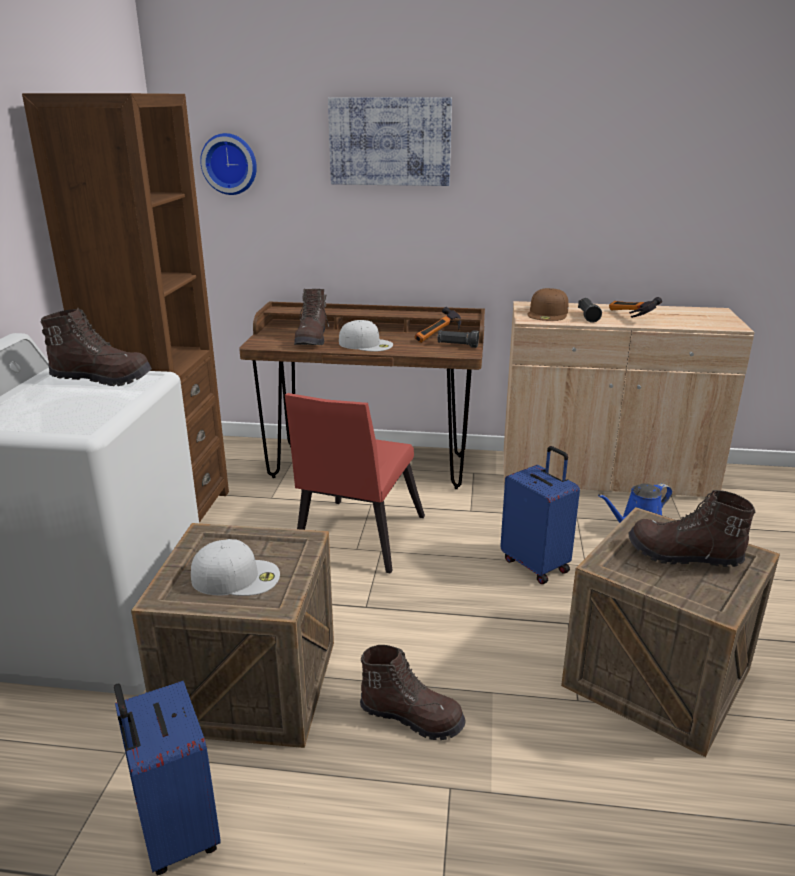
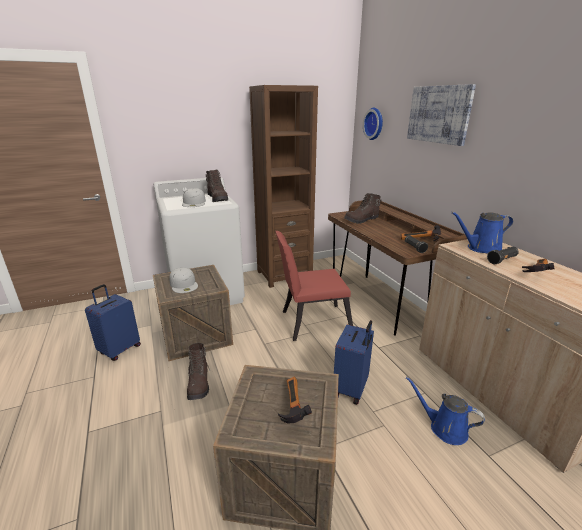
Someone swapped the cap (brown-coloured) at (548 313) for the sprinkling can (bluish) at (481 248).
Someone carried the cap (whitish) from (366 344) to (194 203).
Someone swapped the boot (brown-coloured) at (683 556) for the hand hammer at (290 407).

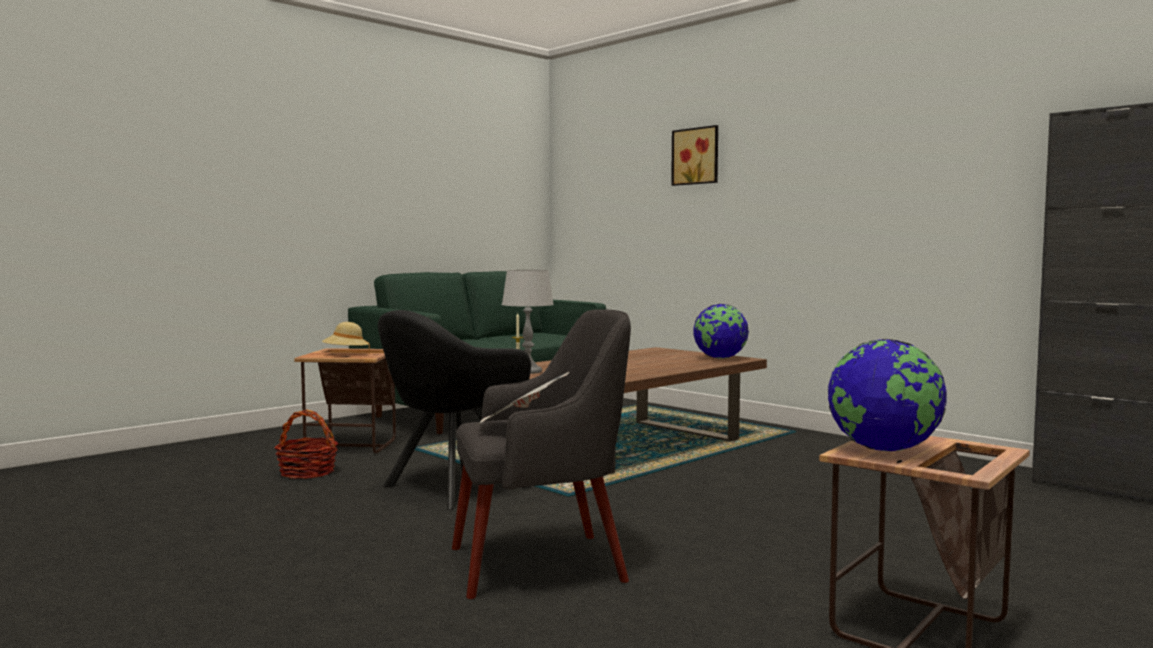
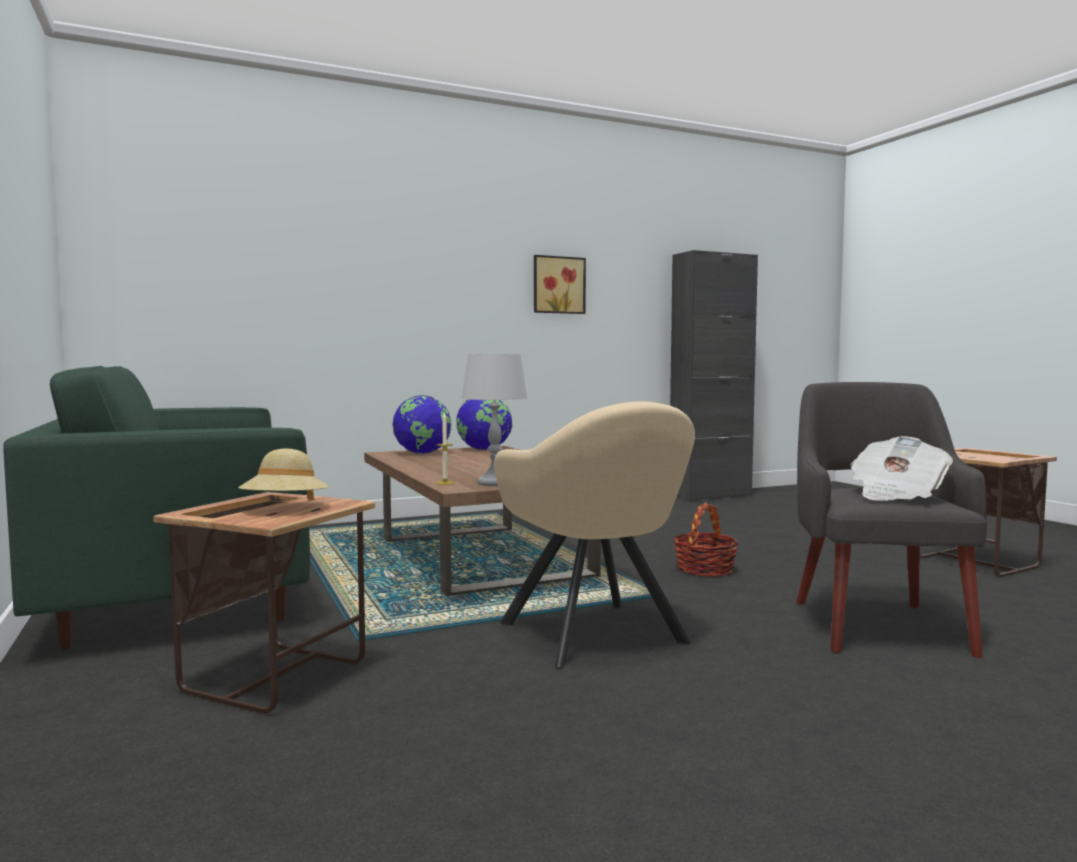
Someone carried the wall art from (696 156) to (558 285).
Someone repainted the armchair (black-coloured) at (450 488), which became the armchair (beige-coloured) at (597 636).
Someone carried the globe from (884 450) to (422 453).
Someone carried the household basket from (307 472) to (705 569).

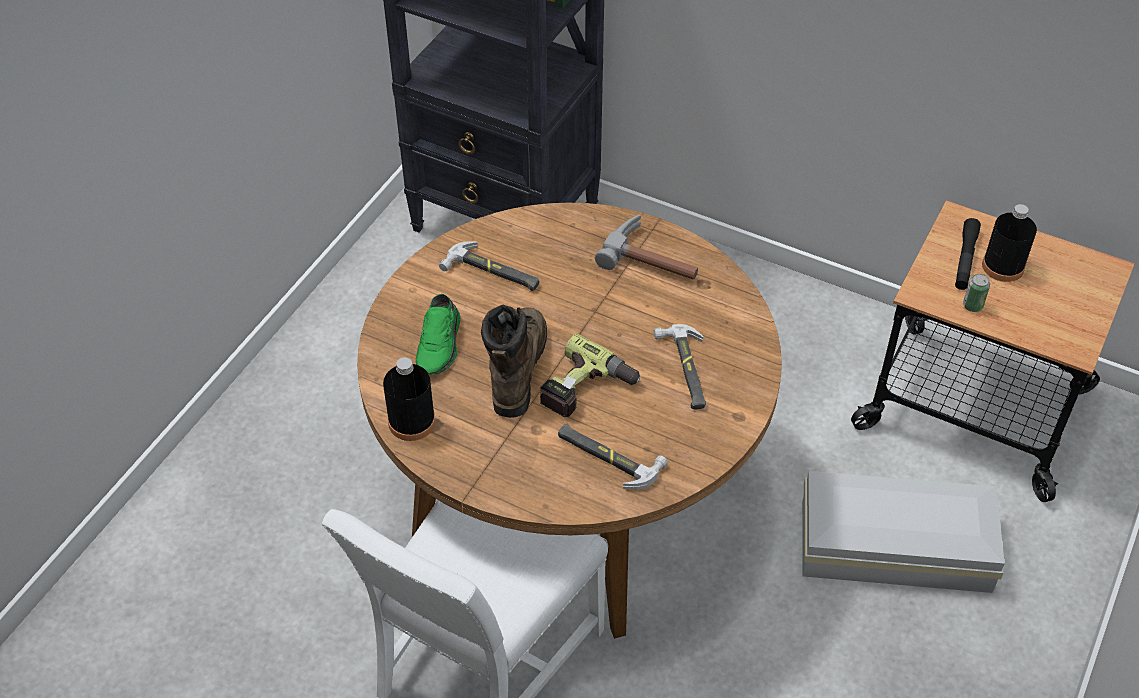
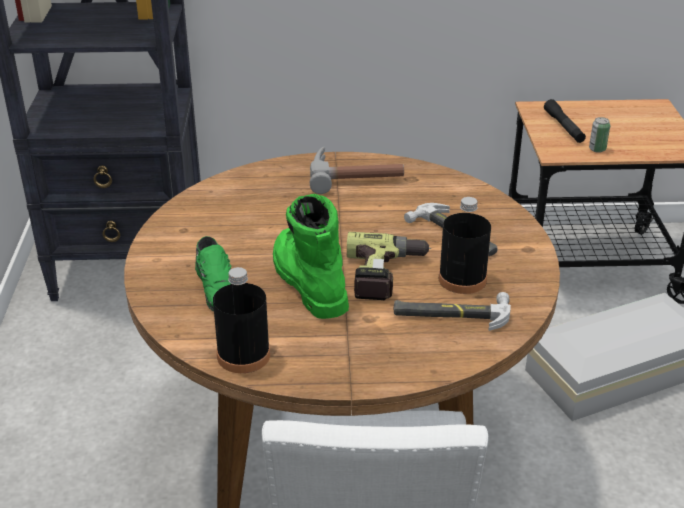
Someone carried the bottle (black-coloured) from (1003 266) to (462 279).
Someone took away the hand hammer at (492 272).
Someone repainted the boot (brown-coloured) at (516 368), which became the boot (green-coloured) at (308 281).

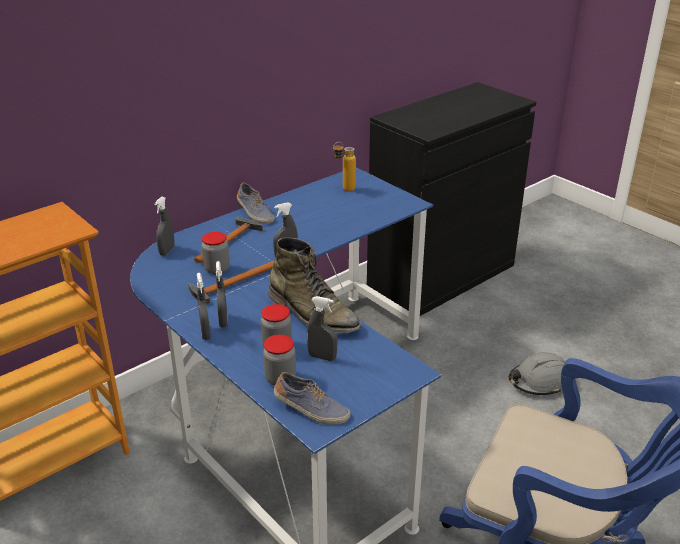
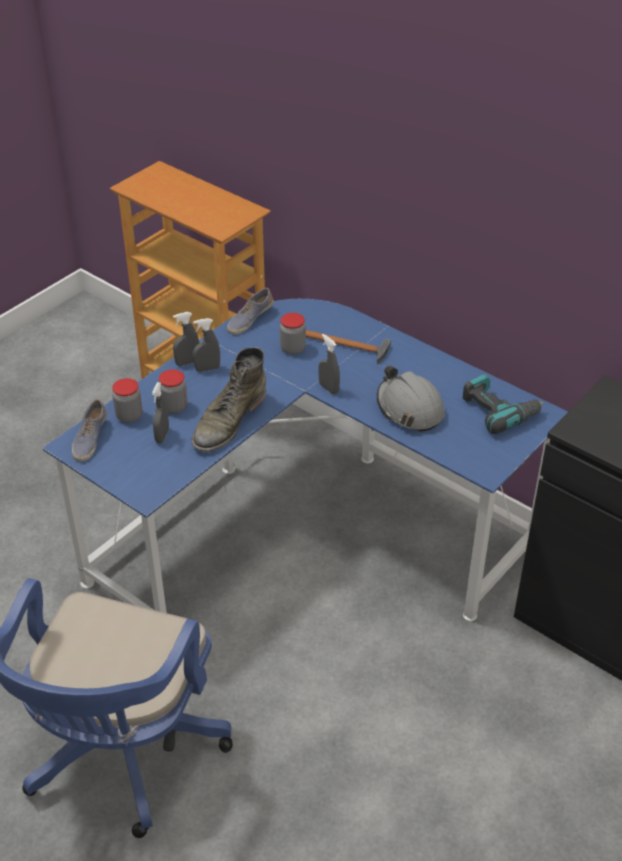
Someone swapped the bottle at (344 189) for the drill at (499 410).
Someone carried the shoe from (254 213) to (249 319).
Someone took away the spray bottle (gray) at (167 251).
Someone took away the hand hammer at (231 283).
Someone carried the safety helmet (gray) from (538 382) to (409 408).

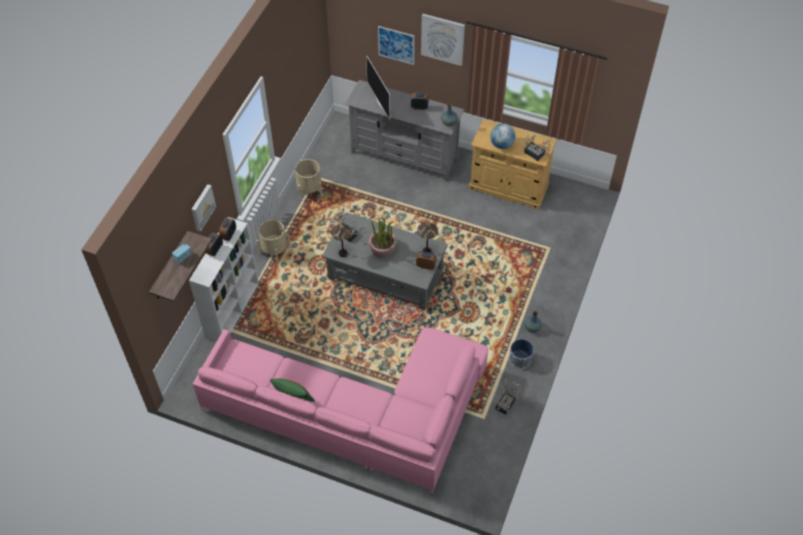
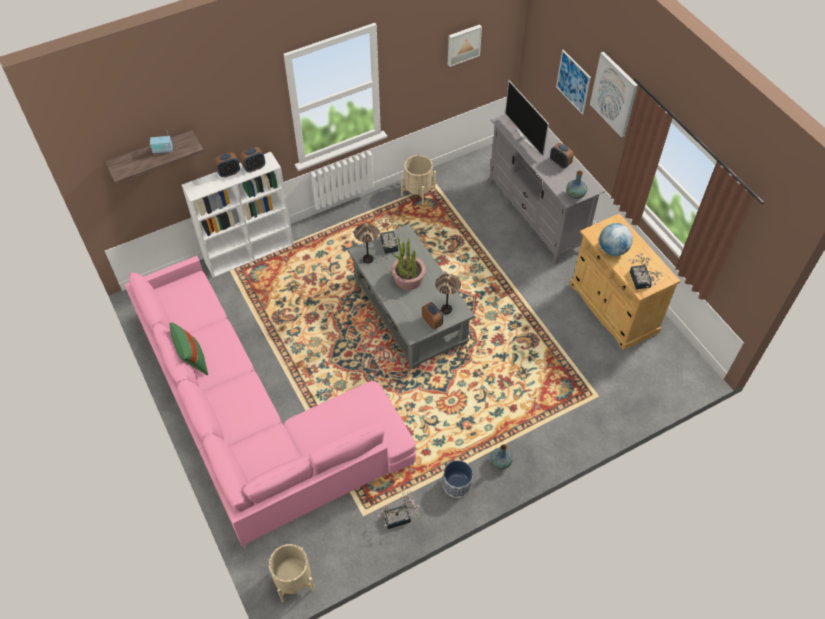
Someone rotated the TV at (381 103) by 45 degrees counterclockwise.
Someone carried the wall art from (202 207) to (463 44).
Someone carried the flower pot (beige-coloured) from (274 251) to (293 580).

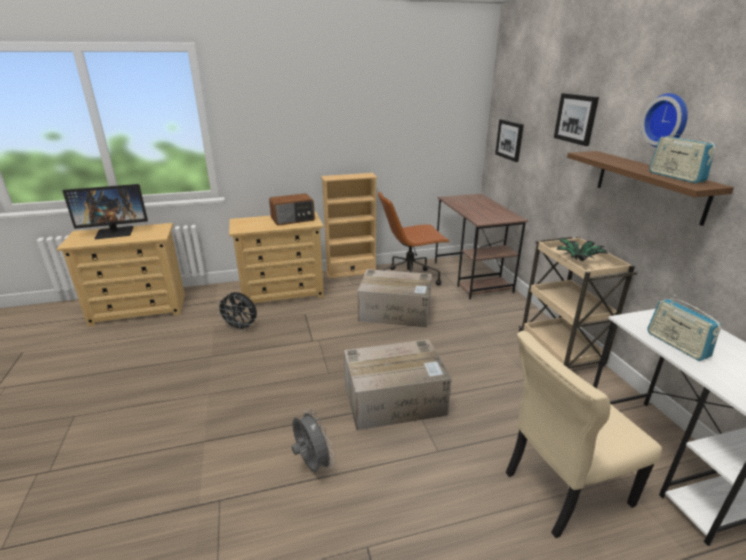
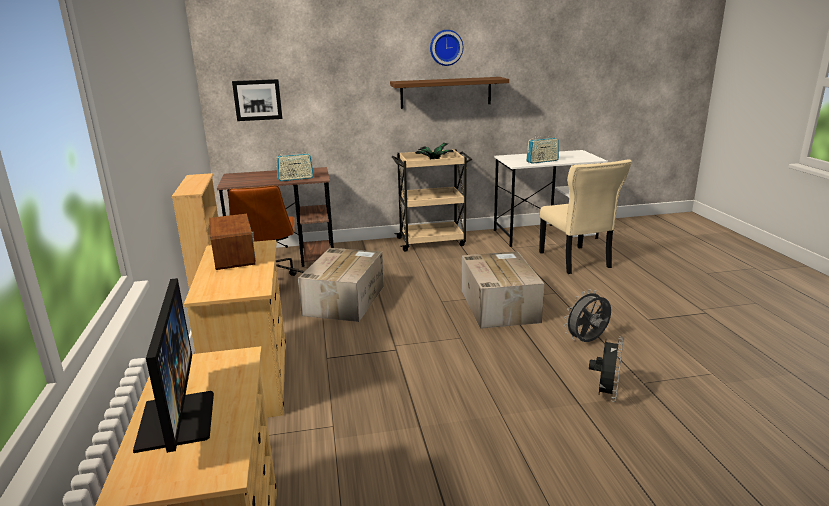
Someone took away the wall art at (576 118).
Someone carried the radio from (675 177) to (295 178).
Someone carried the cooling fan (black-coloured) from (241 328) to (605 394).

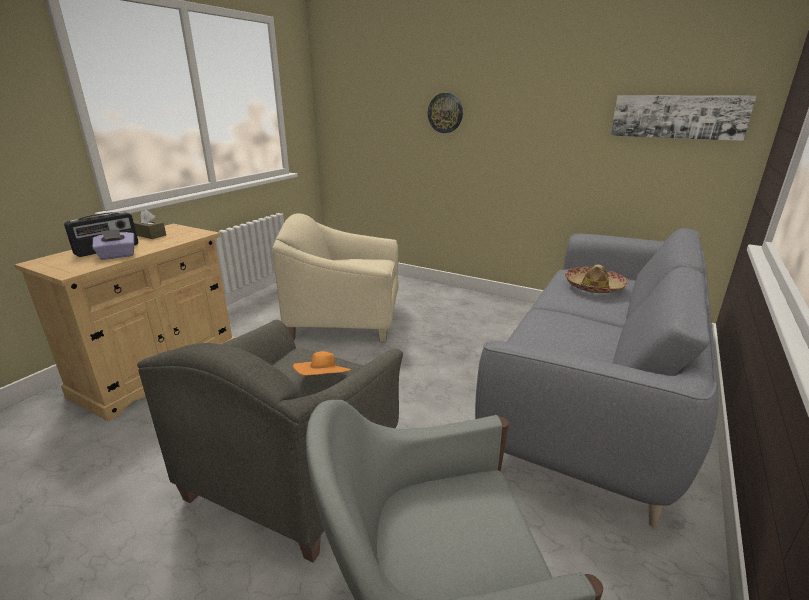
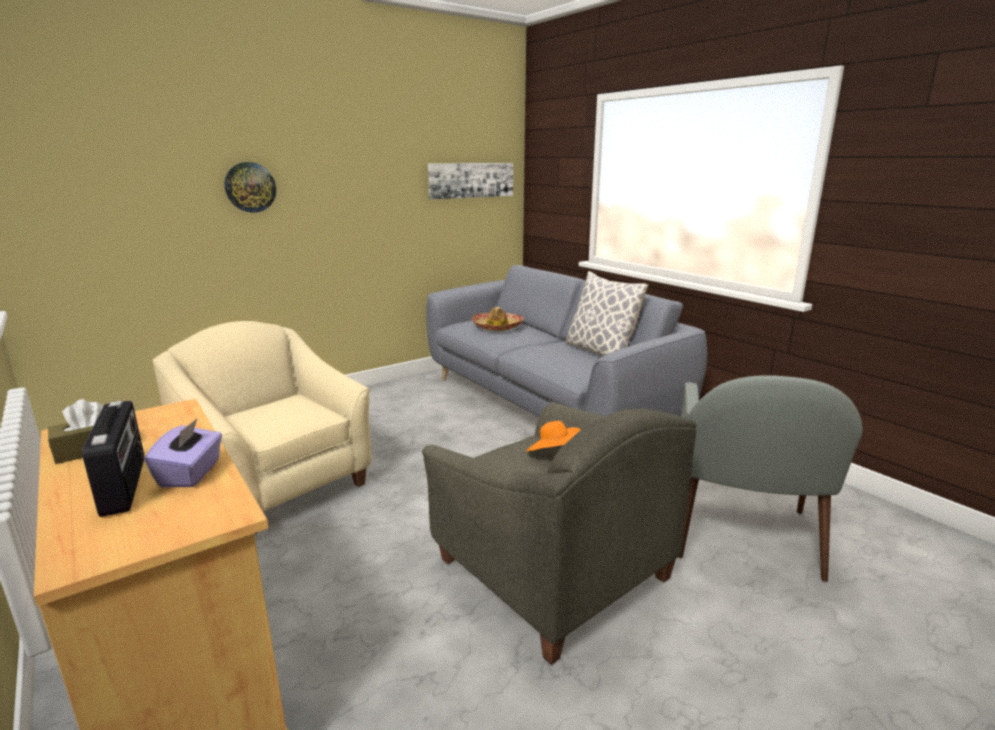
Someone rotated the armchair (beige-coloured) at (345 320) by 105 degrees clockwise.
Someone put down the cushion at (600 352).

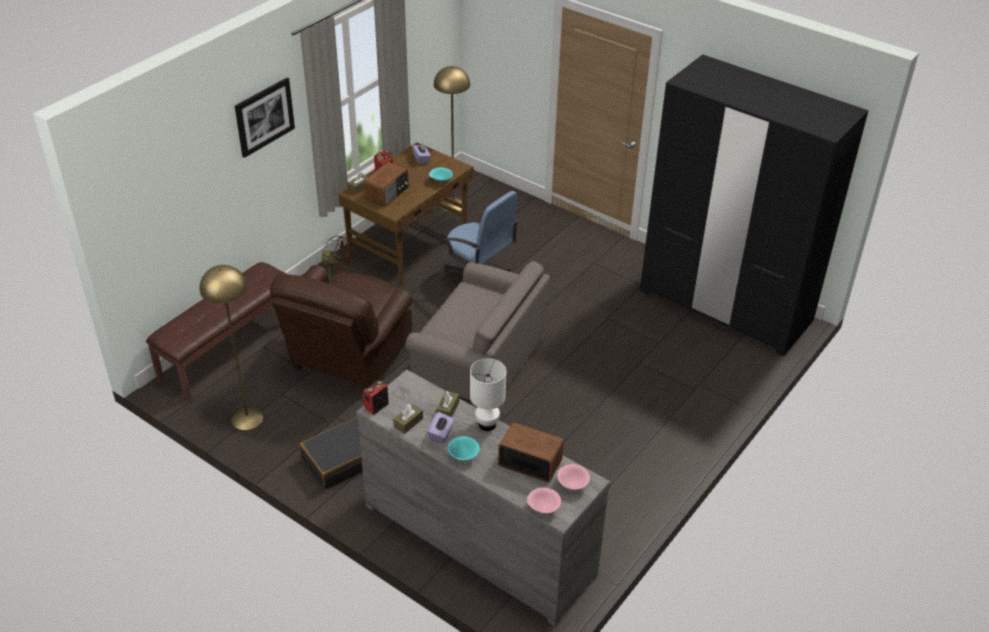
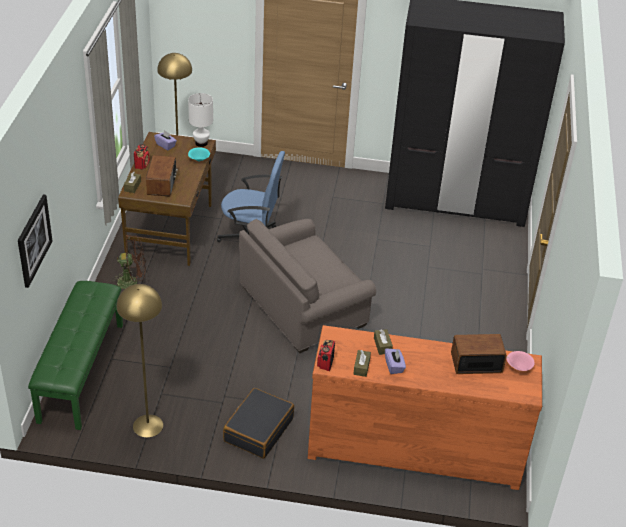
Someone carried the wall art from (264 116) to (33 240).
Someone rotated the armchair (gray) at (479 359) by 150 degrees clockwise.
Someone repainted the long seat (brown-coloured) at (229 349), which became the long seat (green-coloured) at (80 371).
Someone took away the armchair (brown-coloured) at (348 358).
Someone carried the table lamp (whitish) from (487 424) to (201 143).
Someone repainted the drawer chest (gray) at (479 538), which became the drawer chest (orange-coloured) at (414 448).
Someone took away the bowl (blue-green) at (462 455).
Someone took away the bowl (pinkish) at (542 508).

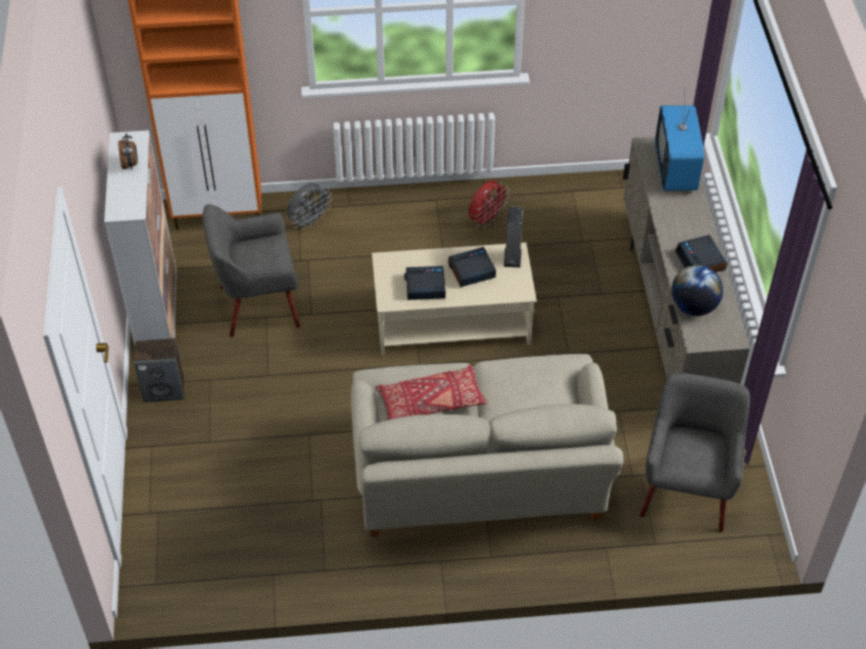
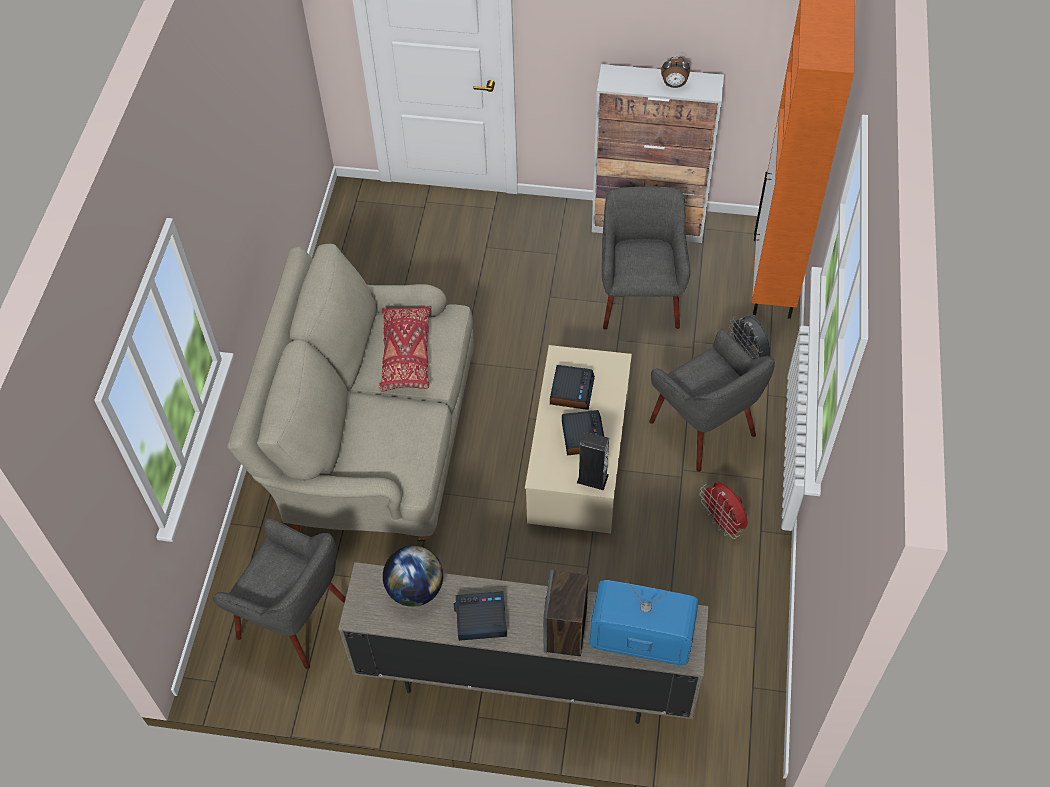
Someone carried the speaker from (164 389) to (565 631).
Someone put down the armchair (gray) at (704 428).

